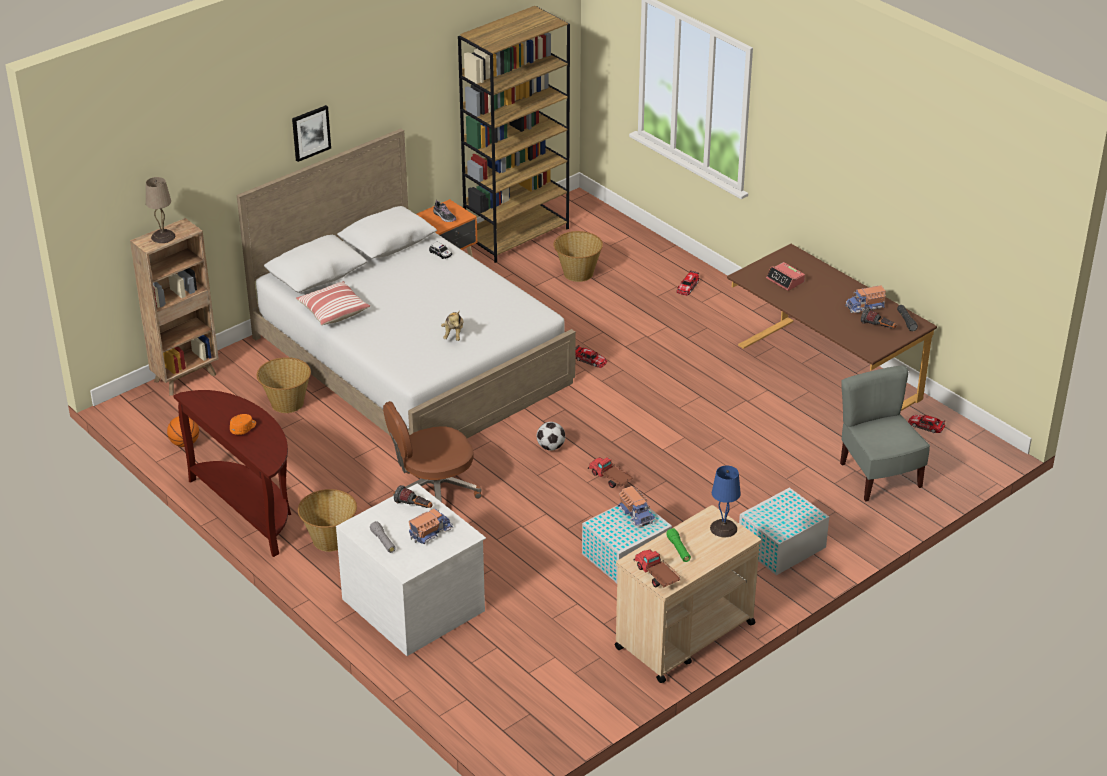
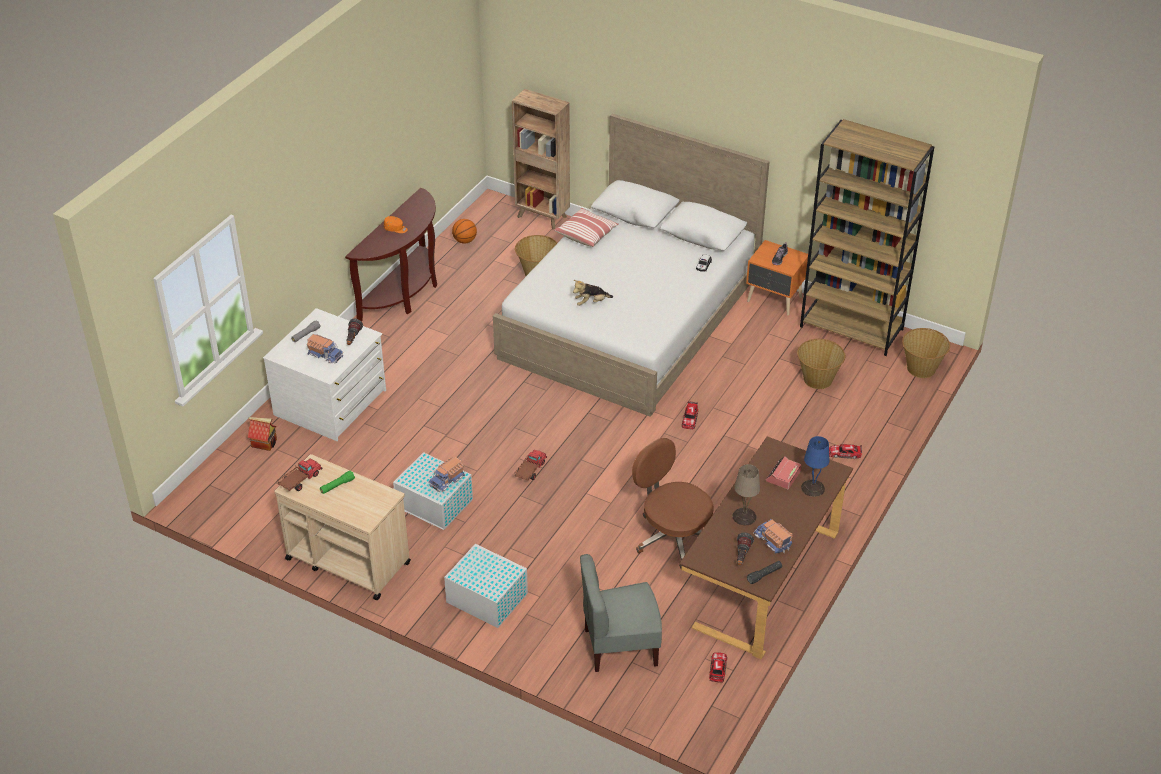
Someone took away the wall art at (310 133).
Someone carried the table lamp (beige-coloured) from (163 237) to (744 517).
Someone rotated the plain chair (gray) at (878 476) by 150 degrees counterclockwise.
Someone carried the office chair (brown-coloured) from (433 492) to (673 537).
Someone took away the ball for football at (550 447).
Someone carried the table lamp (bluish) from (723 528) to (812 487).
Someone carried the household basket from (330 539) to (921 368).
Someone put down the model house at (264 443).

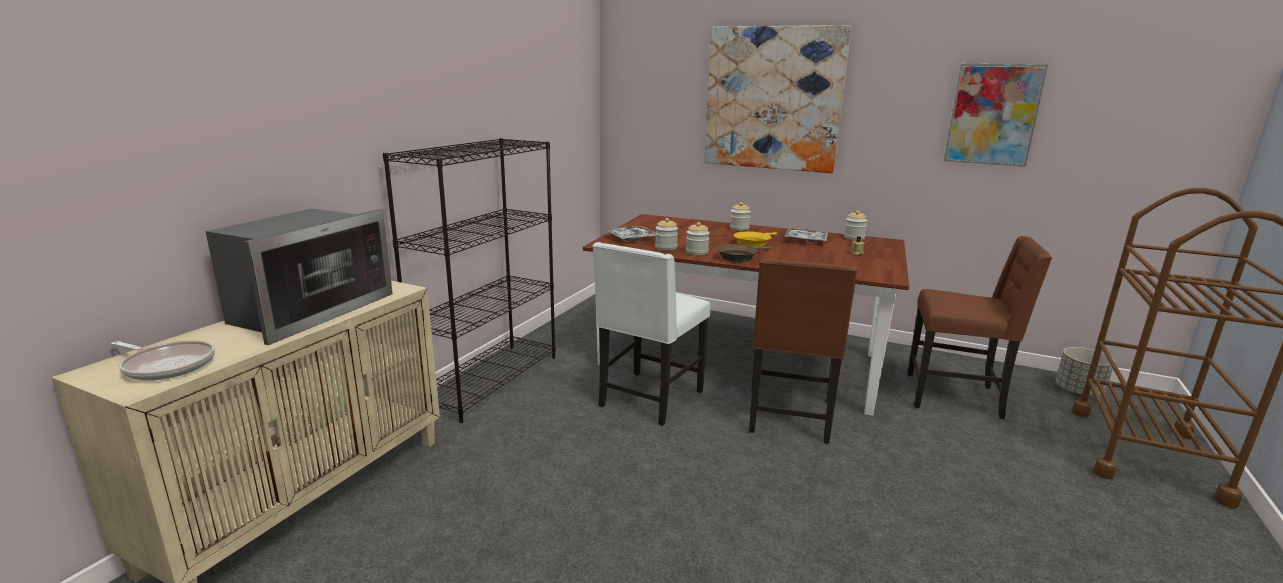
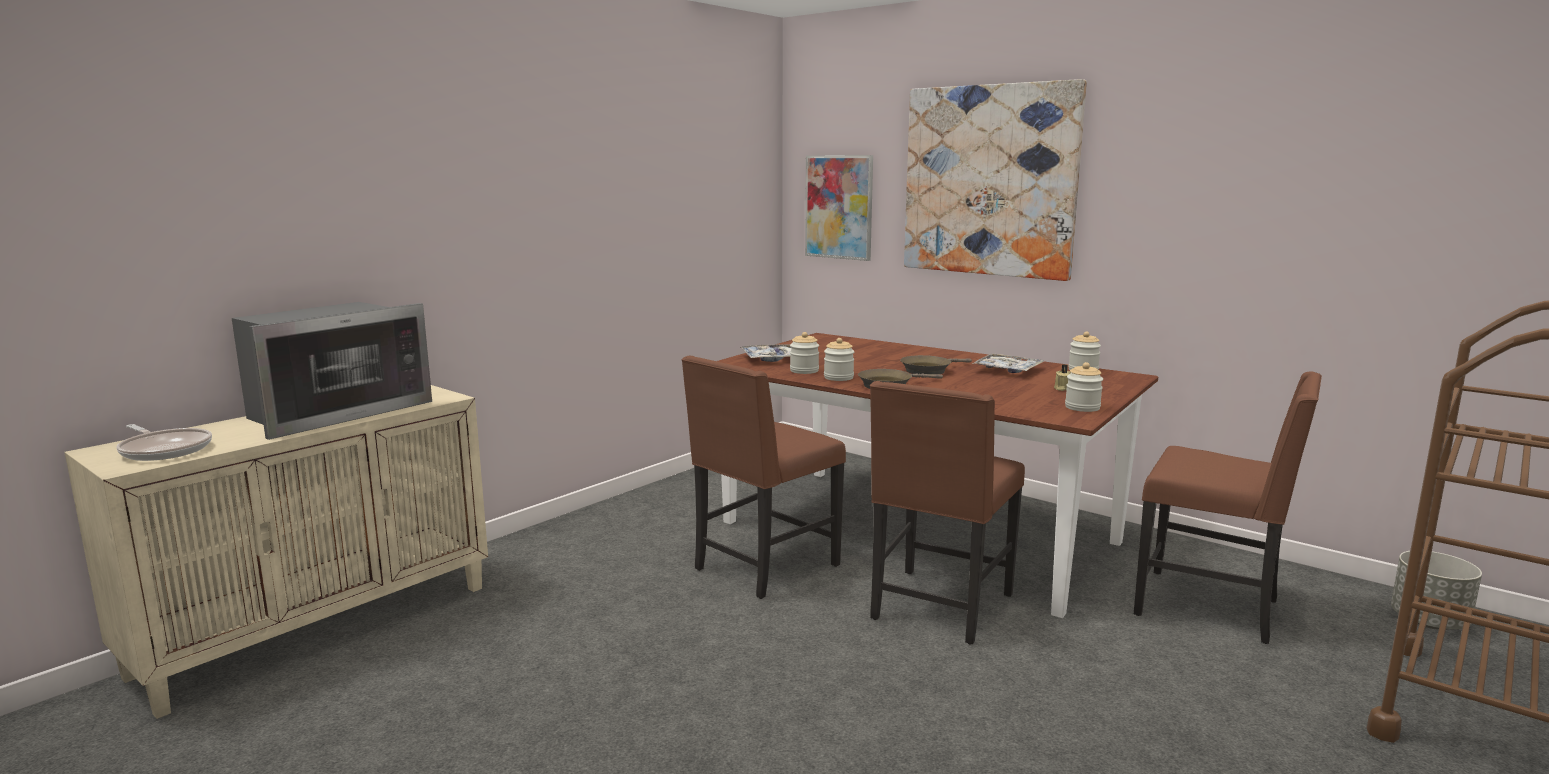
Someone carried the wall art from (993 115) to (839 207).
Someone took away the bookshelf (black-coloured) at (489 380).
Someone carried the jar from (739 228) to (1082 407).
Someone repainted the frying pan (yellow-coloured) at (753 243), which became the frying pan (brown-coloured) at (928 370).
Someone repainted the plain chair (whitish) at (649 399), which became the plain chair (brown-coloured) at (763 568).

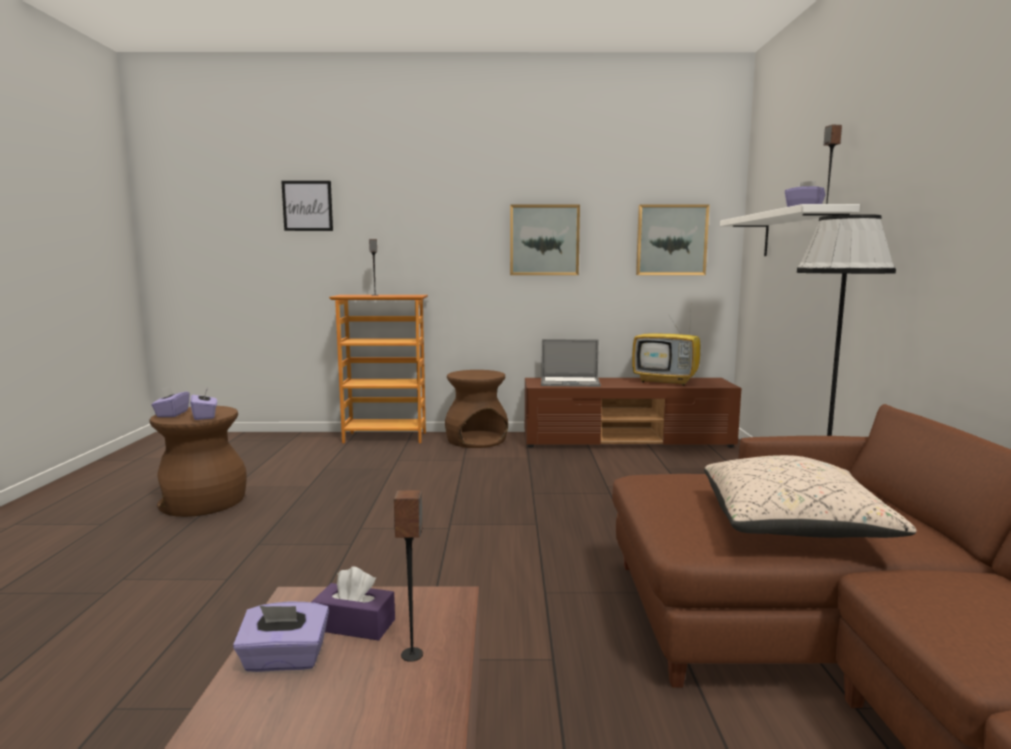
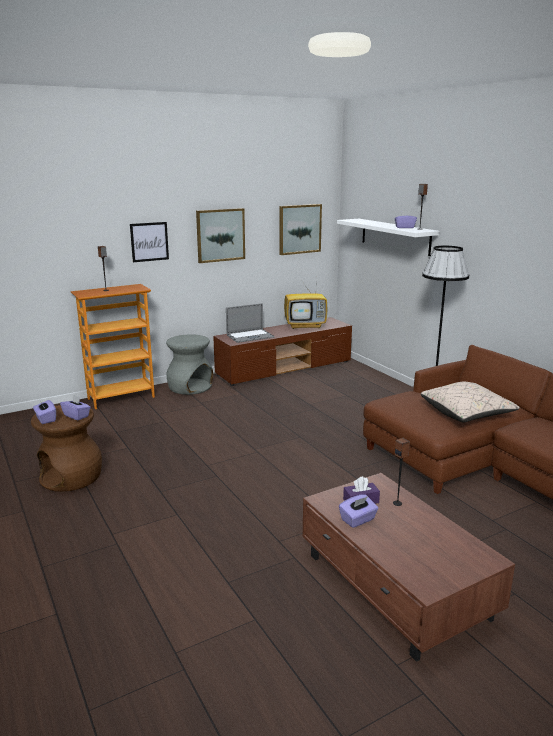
Someone carried the wall art from (307 206) to (149 241).
Someone repainted the stool seat (brown-coloured) at (476 440), which became the stool seat (gray) at (190 387).

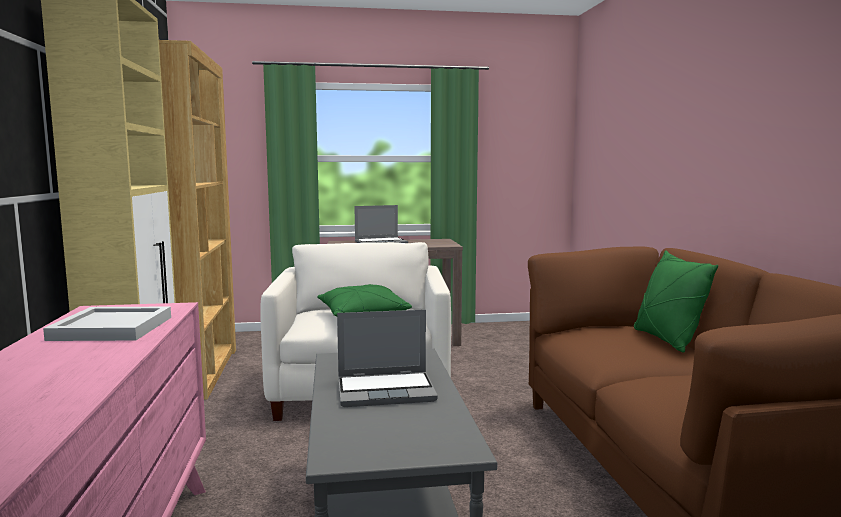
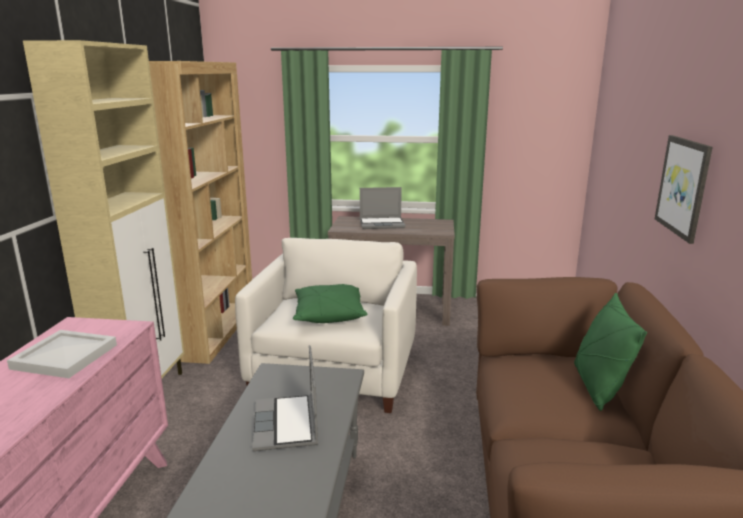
Someone rotated the laptop at (387 391) by 75 degrees clockwise.
Someone put up the wall art at (683 186).

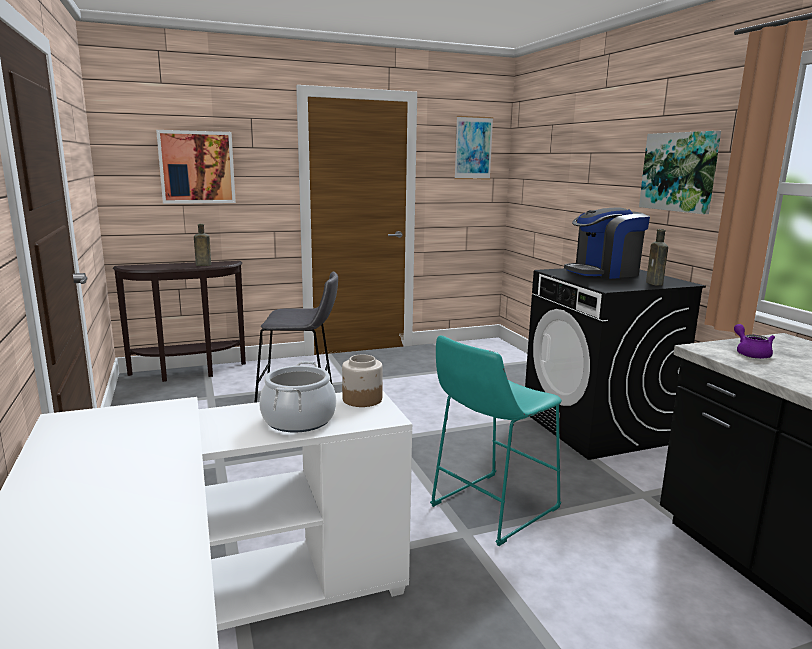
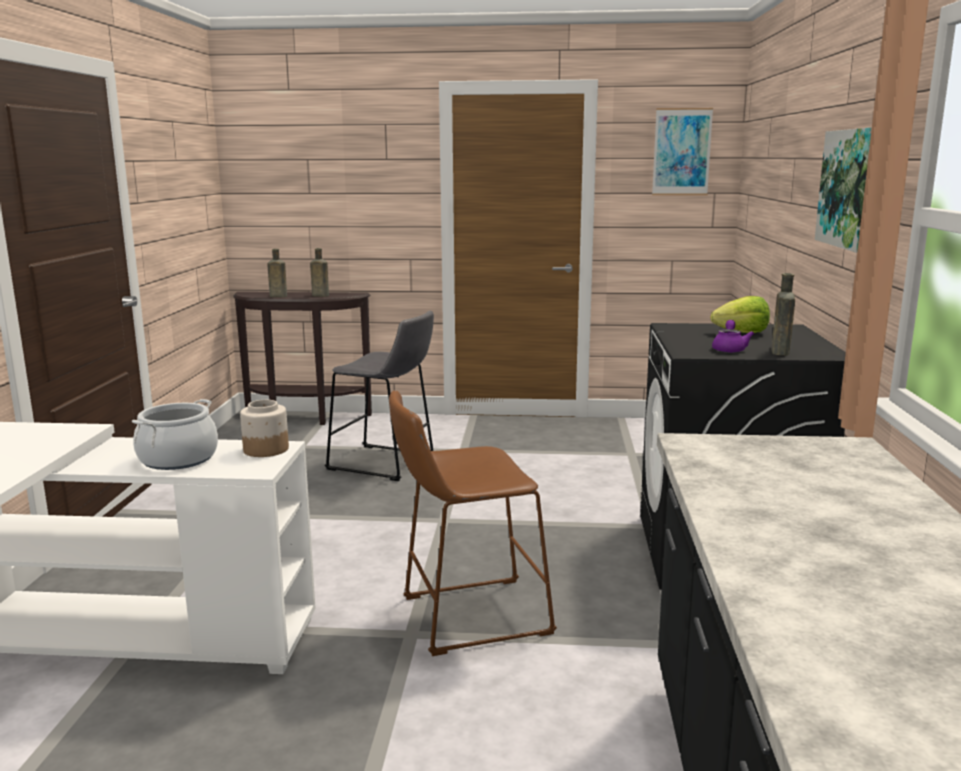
Someone took away the wall art at (197 167).
Someone swapped the coffee maker at (604 273) for the head of lettuce at (742 333).
Someone carried the teapot (purplish) from (751 353) to (729 349).
Someone repainted the stool seat (blue-green) at (490 509), which became the stool seat (brown-coloured) at (467 616).
Someone put down the bottle (brown-coloured) at (277 296).

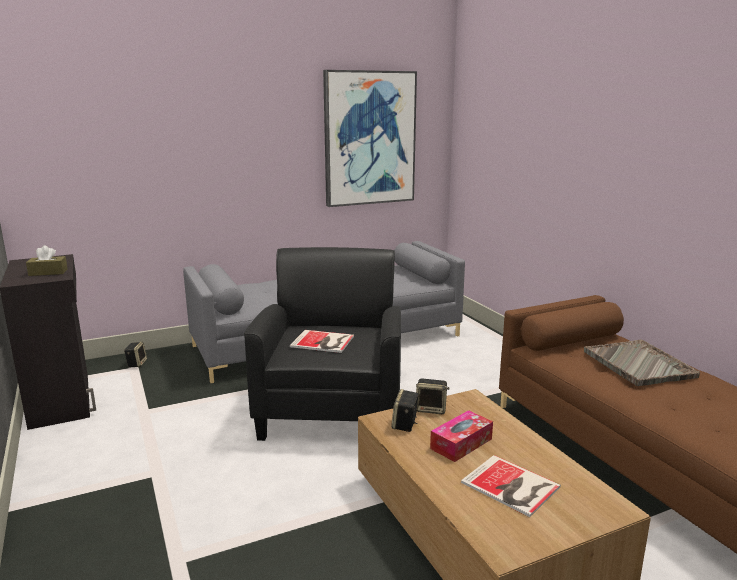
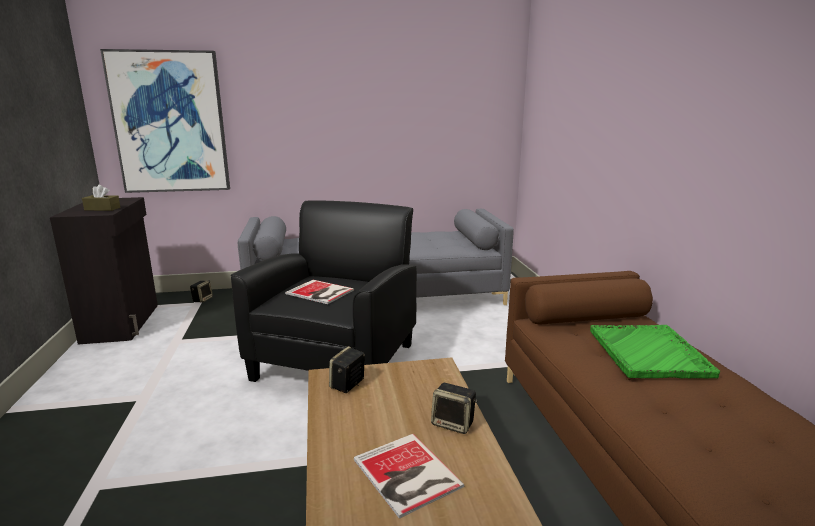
Someone carried the wall art from (369 138) to (170 123).
Someone repainted the tray (gray) at (639 364), which became the tray (green-coloured) at (648 353).
Someone carried the speaker from (431 409) to (454 423).
Someone took away the tissue holder at (461 444).

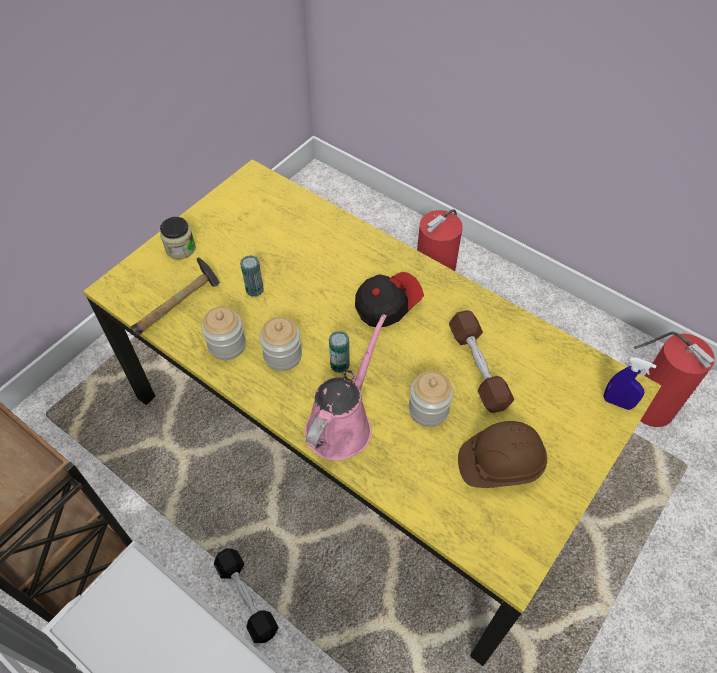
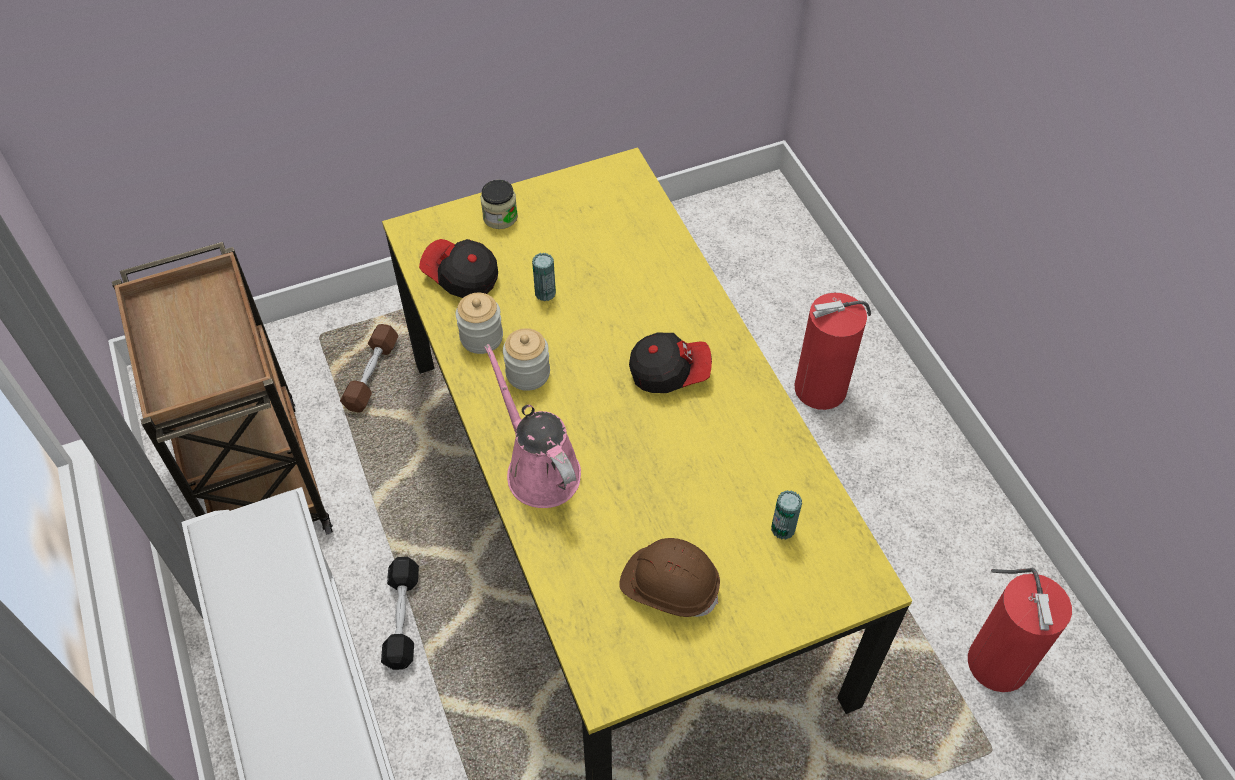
Someone swapped the hand hammer at (179 306) for the cap at (461 277).
Someone carried the hand weight (brown-coloured) from (478 368) to (372 375).
Someone rotated the sprinkling can (pinkish) at (342 424) by 90 degrees counterclockwise.
Someone carried the can from (339 364) to (783 529).
Someone took away the spray bottle (bluish) at (617 402).
Someone took away the jar at (428 409).

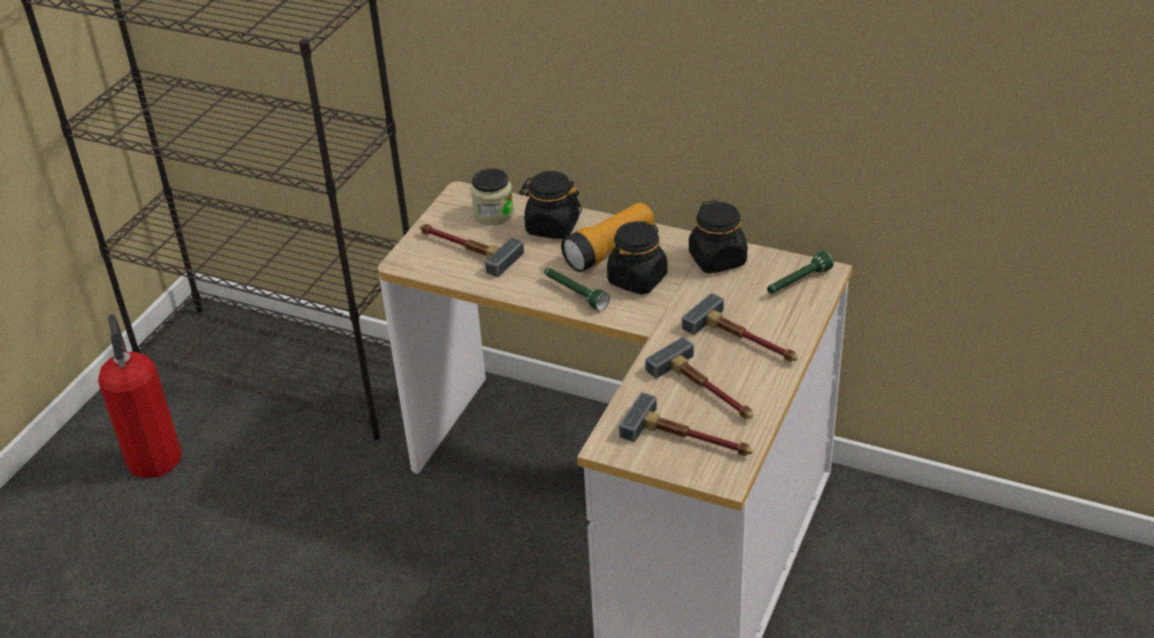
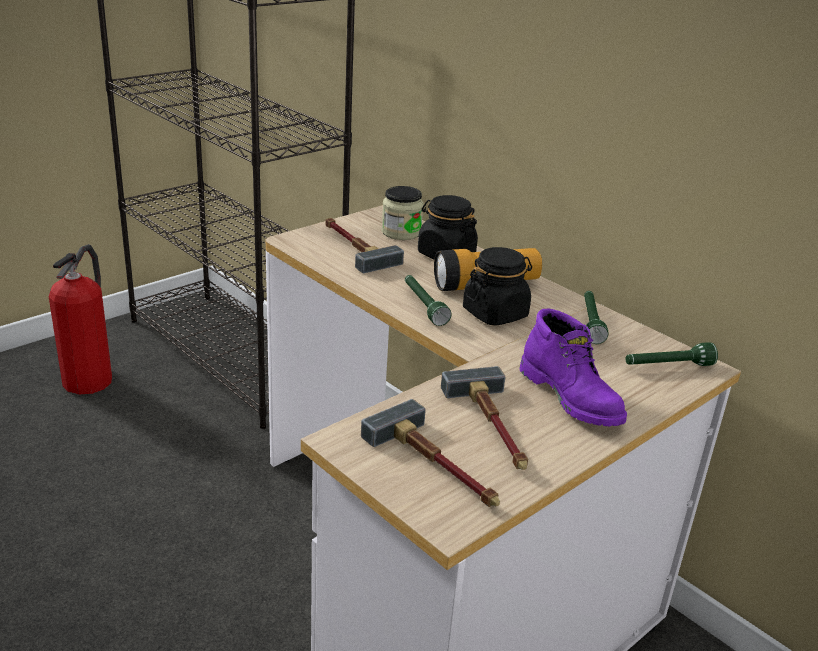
Someone swapped the jar (black-coloured) at (717 259) for the torch (green-coloured) at (591 323).
Someone swapped the hand hammer at (745 340) for the boot (purplish) at (572 397).

